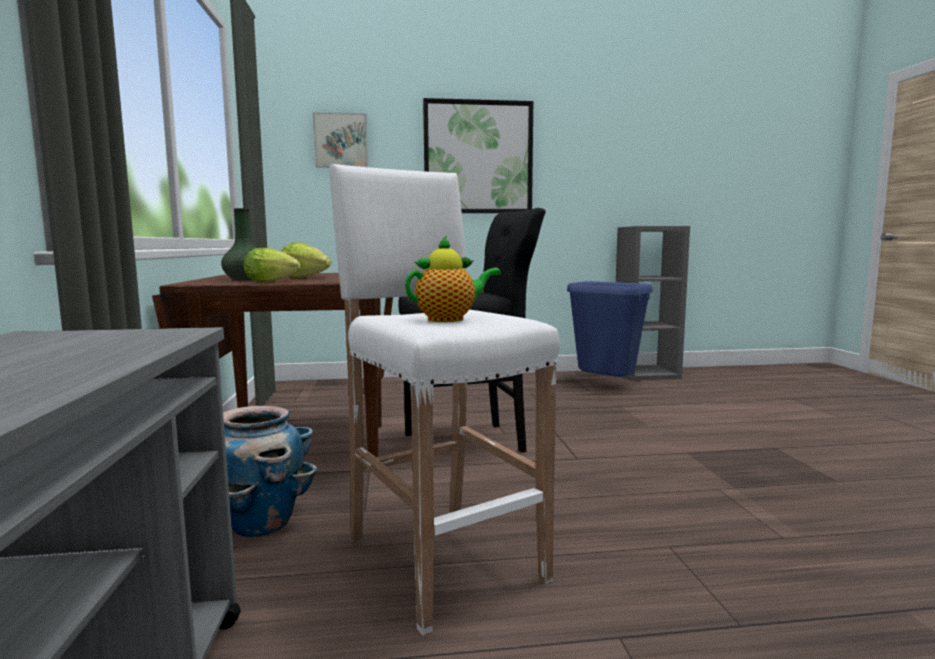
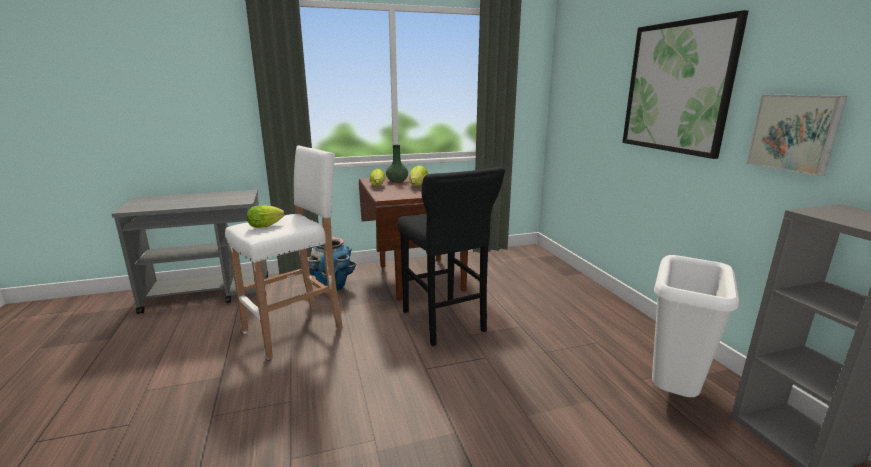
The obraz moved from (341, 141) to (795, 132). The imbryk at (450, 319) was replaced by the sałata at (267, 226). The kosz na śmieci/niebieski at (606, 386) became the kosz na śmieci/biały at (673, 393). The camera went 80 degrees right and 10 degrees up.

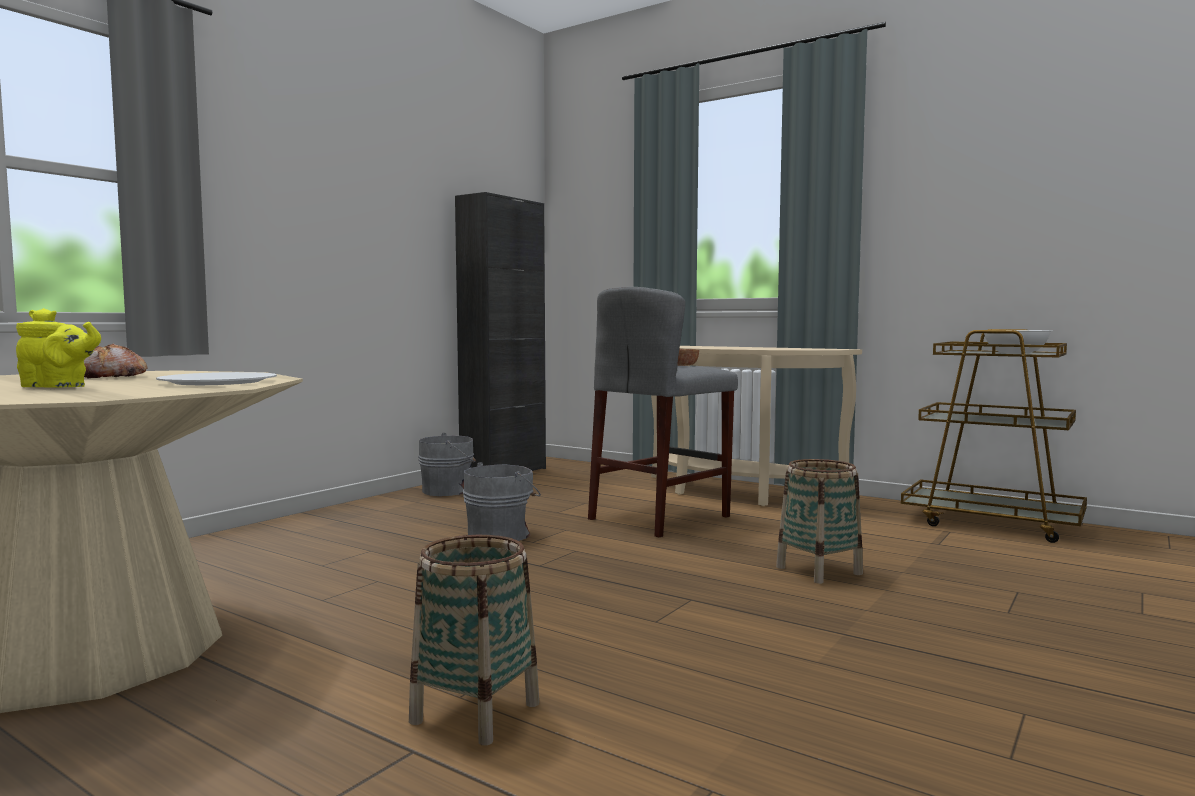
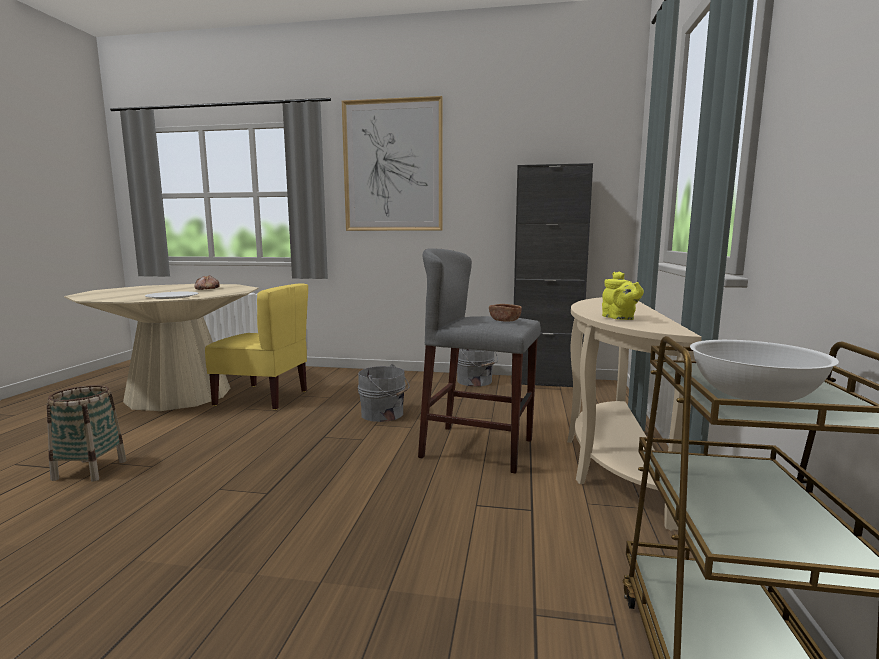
The imbryk/żółty moved from (58, 387) to (620, 318). The koszyk at (818, 570) disappeared. The krzesło/żółty at (263, 398) appeared. The obraz at (392, 166) appeared. The camera went 65 degrees right and 5 degrees up.

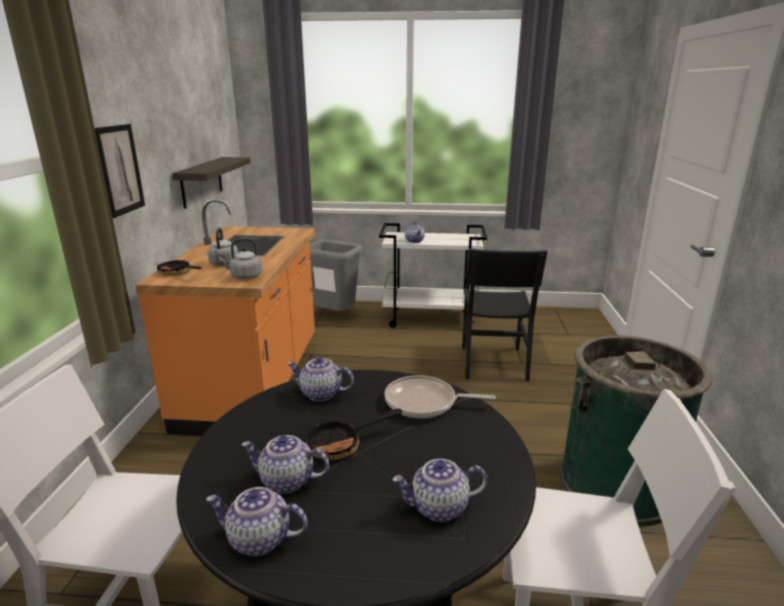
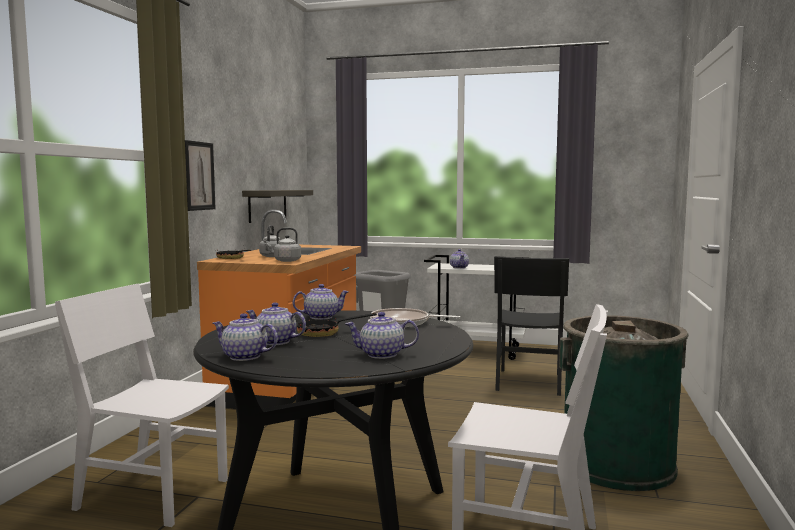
The imbryk at (320, 394) turned 135 degrees clockwise. The camera went 10 degrees right and 15 degrees down.

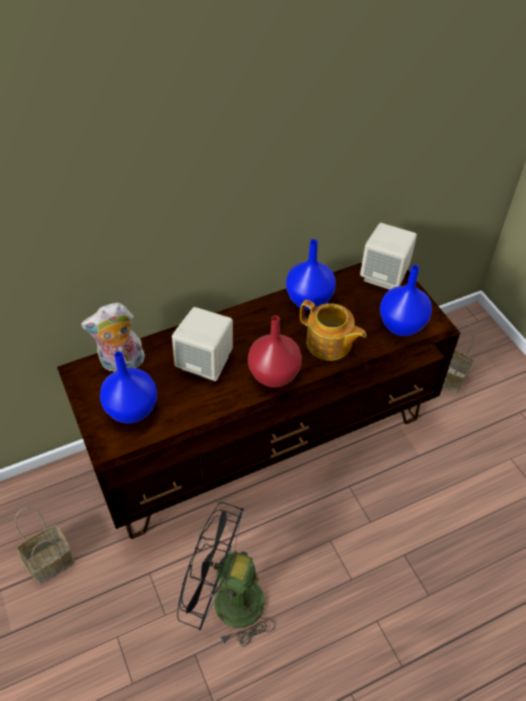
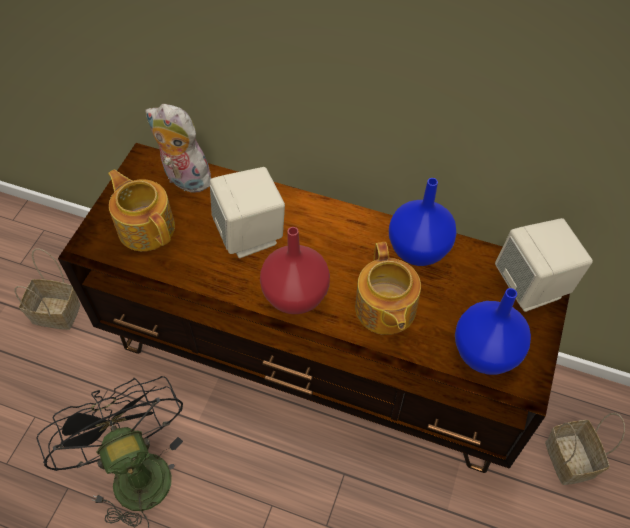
The wazon/niebieski at (133, 409) was replaced by the imbryk at (146, 227). The camera went 45 degrees right and 5 degrees up.

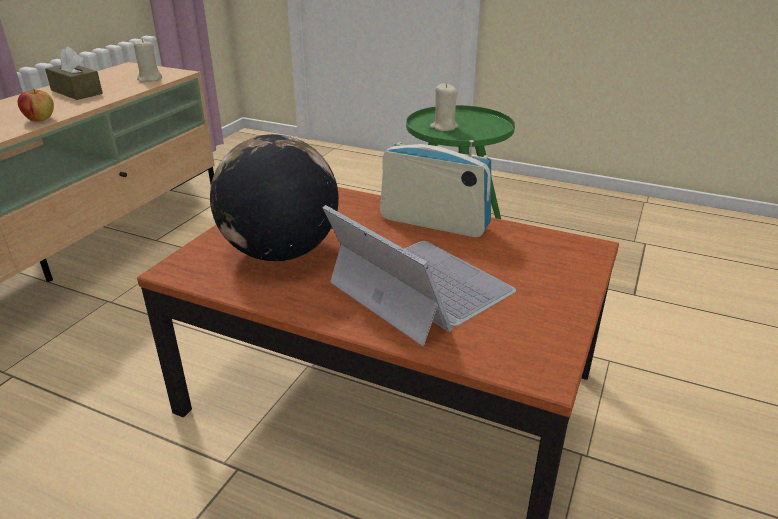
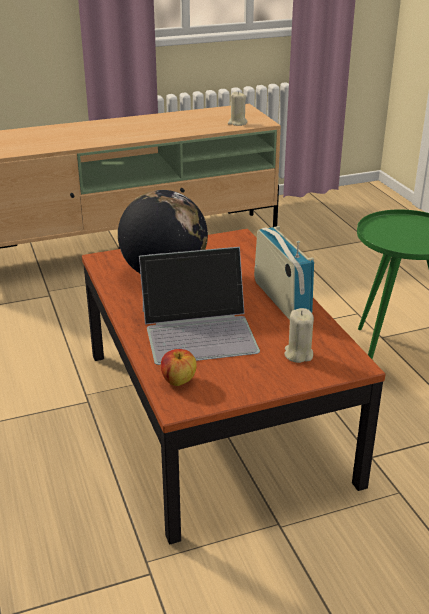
The jabłko moved from (40, 119) to (178, 380). The pudełko chusteczek/brązowy at (76, 92) disappeared. The laptop at (419, 287) turned 75 degrees clockwise. The świeca/beżowy moved from (443, 127) to (298, 354). The camera went 45 degrees right and 0 degrees up.

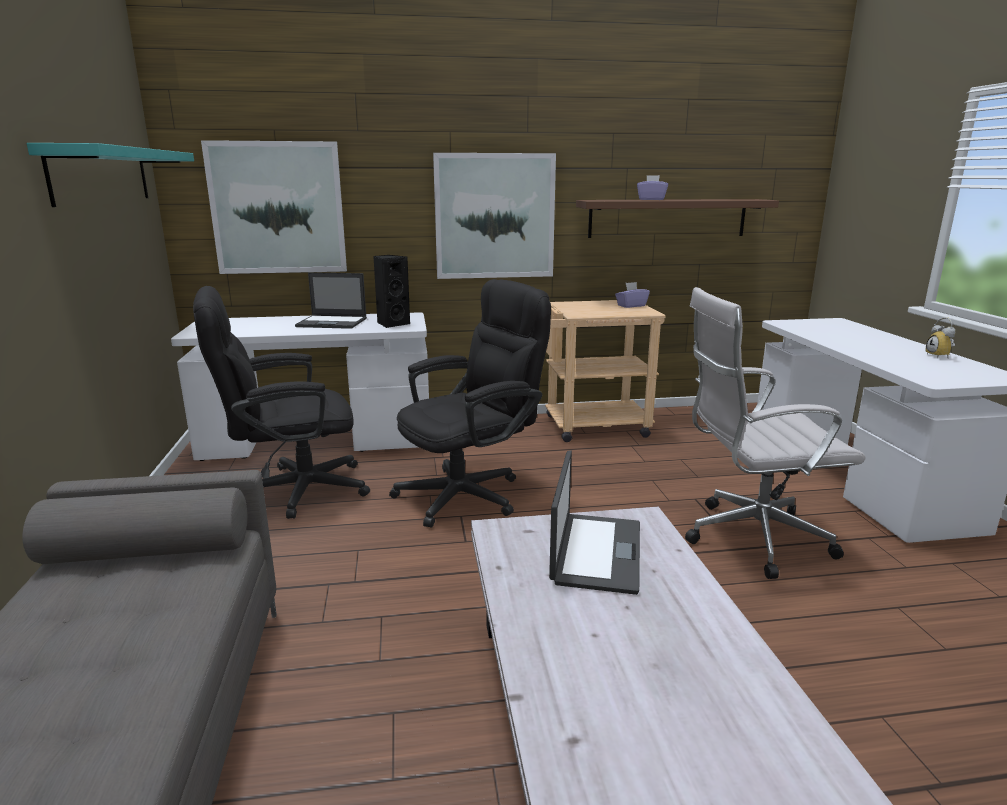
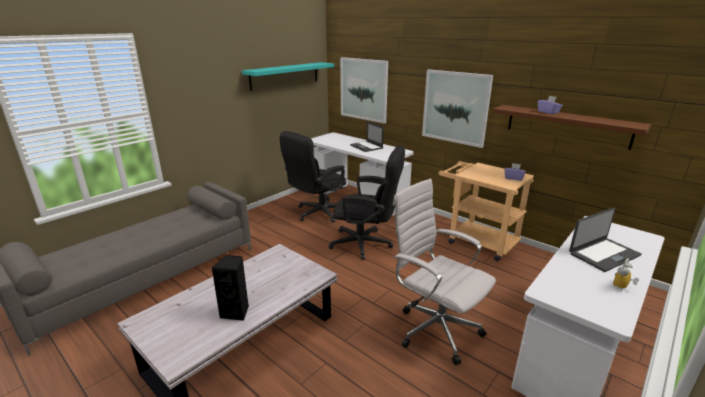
The krzesło biurowe/czarny at (291, 491) turned 75 degrees counterclockwise. The głośnik/czarny moved from (392, 324) to (236, 312). The laptop moved from (595, 552) to (603, 254). The camera went 50 degrees right and 5 degrees up.

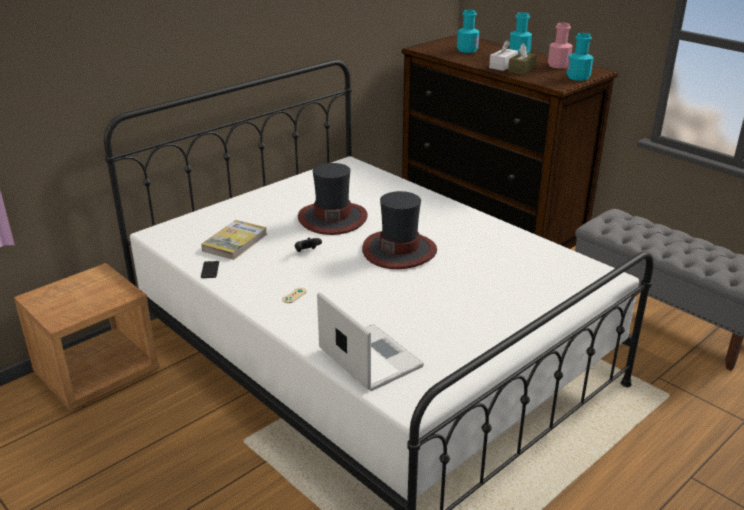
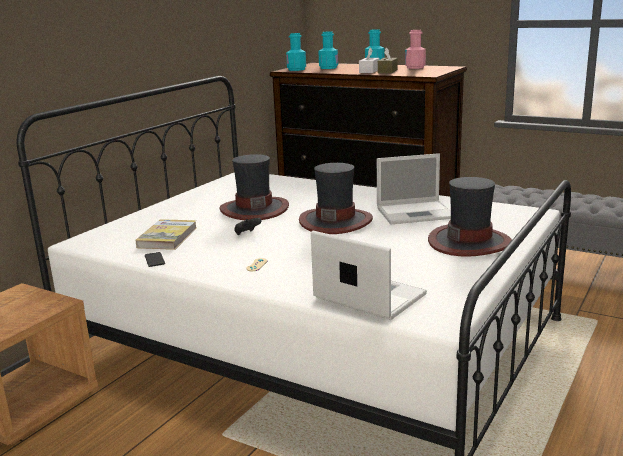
The butelka/turkusowy moved from (578, 77) to (296, 69). The laptop at (416, 213) appeared. The kapelusz at (469, 242) appeared. The camera went 15 degrees left and 10 degrees down.

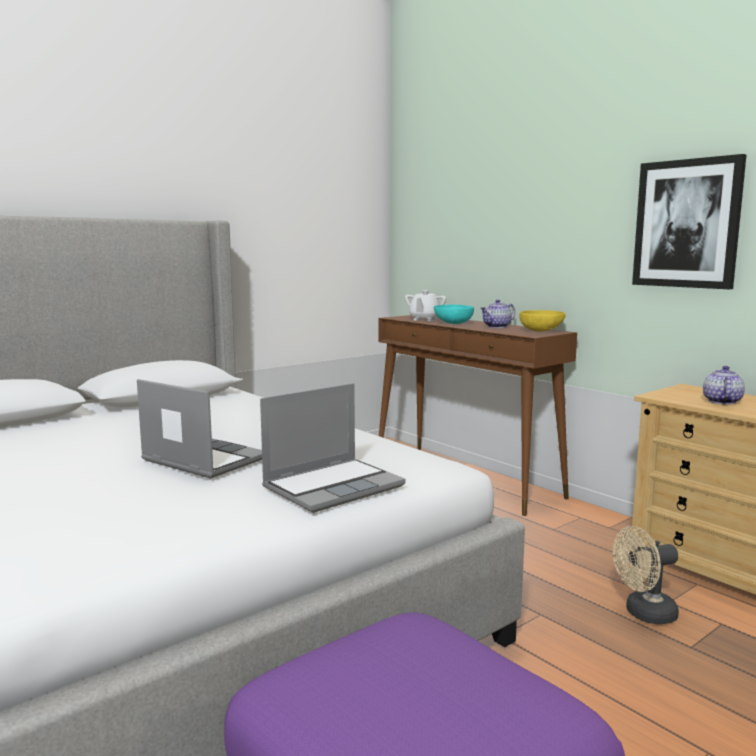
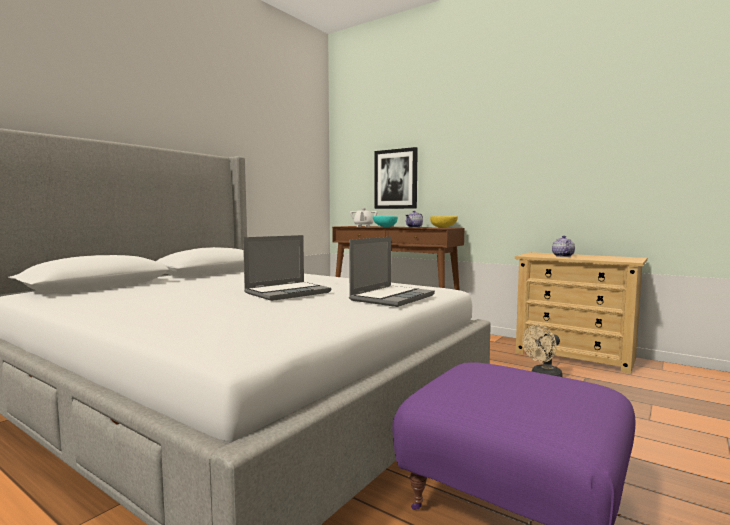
The laptop at (202, 460) turned 120 degrees clockwise. The obraz moved from (687, 224) to (396, 179). The camera went 15 degrees left and 5 degrees down.

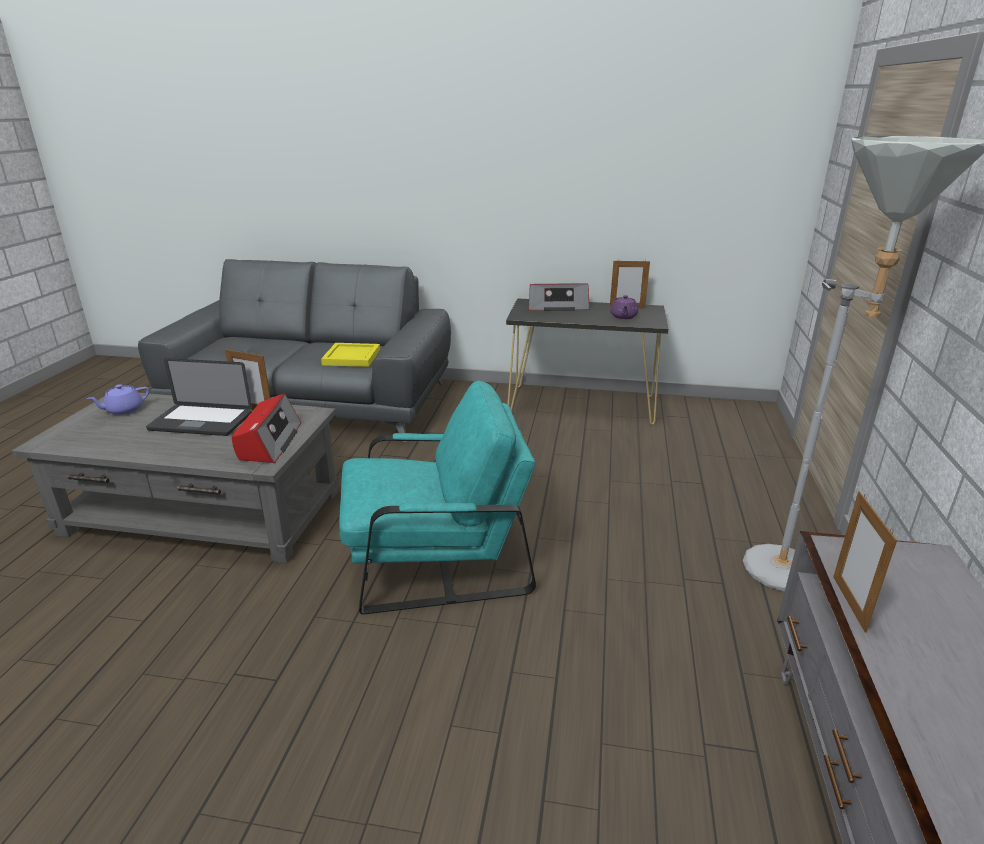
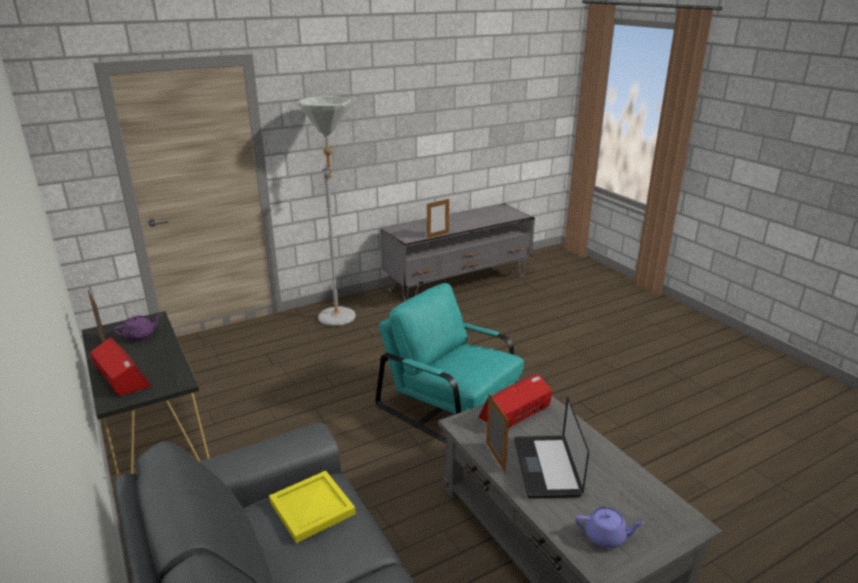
The laptop at (201, 422) turned 150 degrees counterclockwise. The camera went 130 degrees left and 0 degrees up.

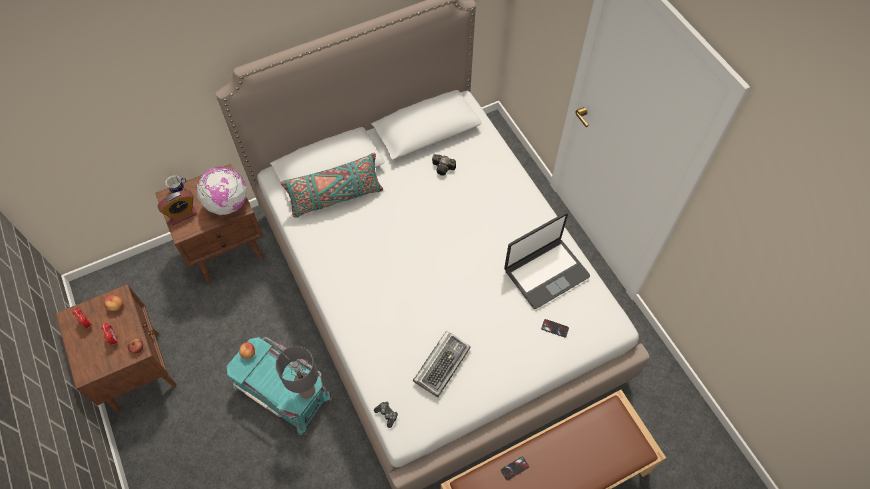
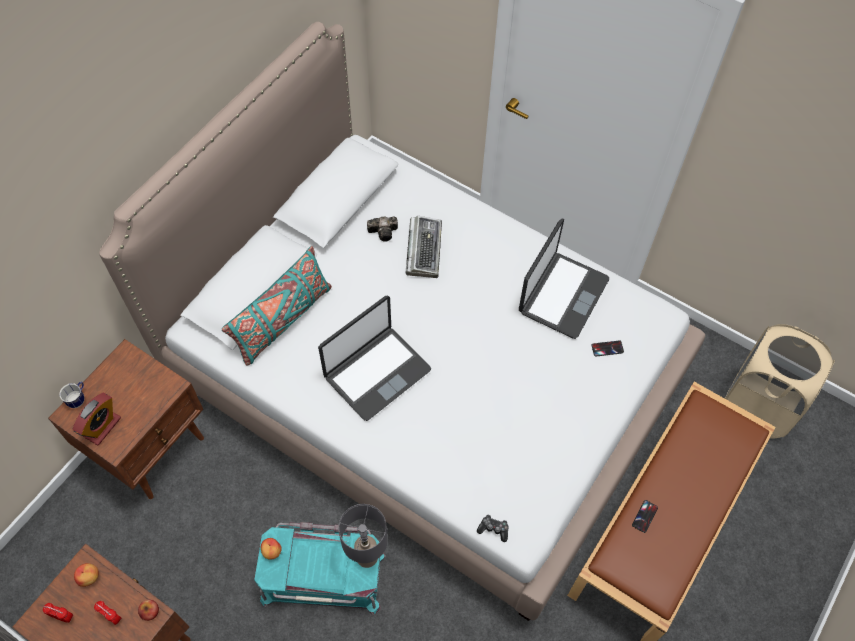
The globus at (228, 203) disappeared. The klawiatura moved from (442, 364) to (423, 249). The laptop at (376, 373) appeared. The kosz na pranie/beżowy at (758, 405) appeared. The camera went 30 degrees left and 0 degrees up.

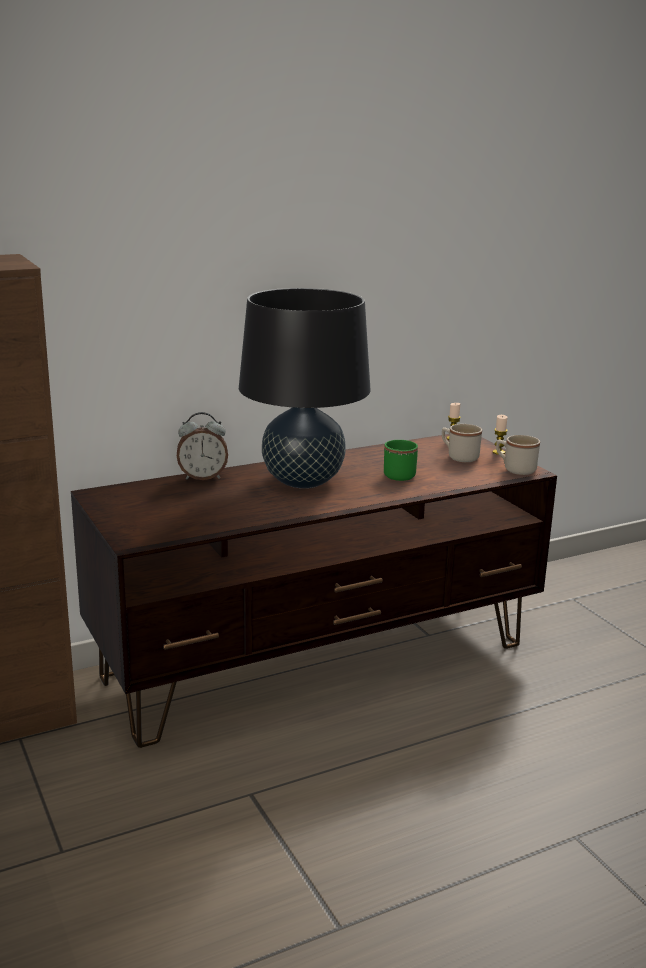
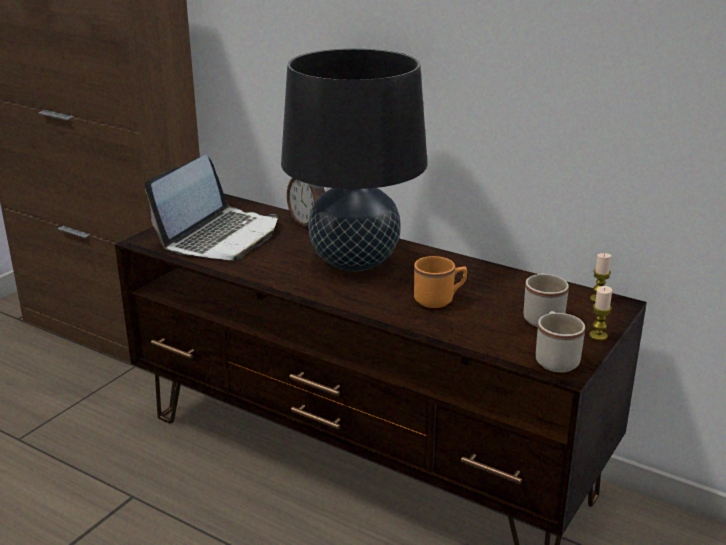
The kubek/zielony at (401, 474) became the kubek/pomarańczowy at (439, 300). The laptop at (220, 237) appeared. The camera went 60 degrees right and 5 degrees up.

